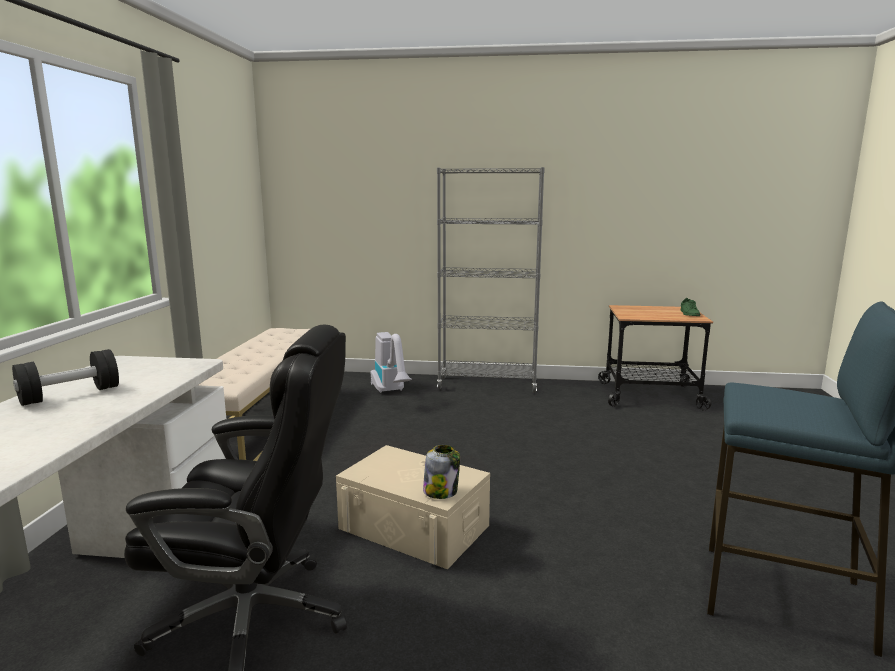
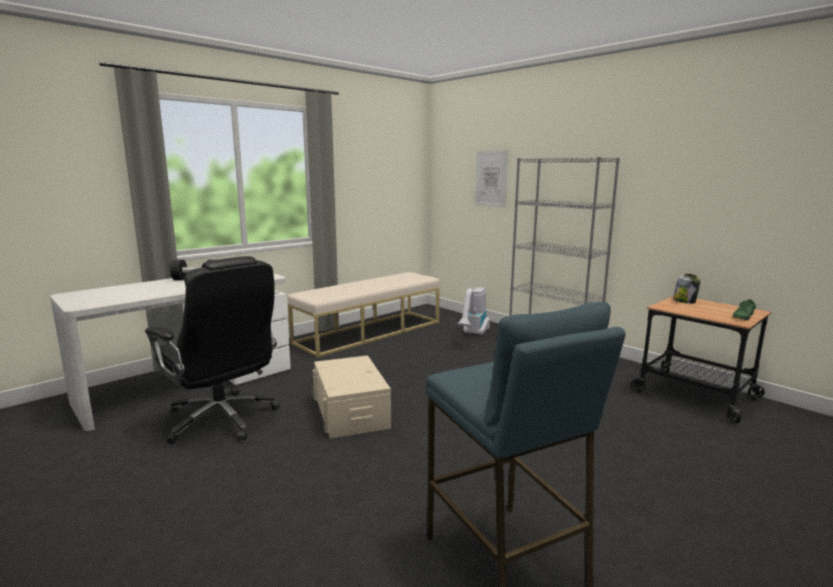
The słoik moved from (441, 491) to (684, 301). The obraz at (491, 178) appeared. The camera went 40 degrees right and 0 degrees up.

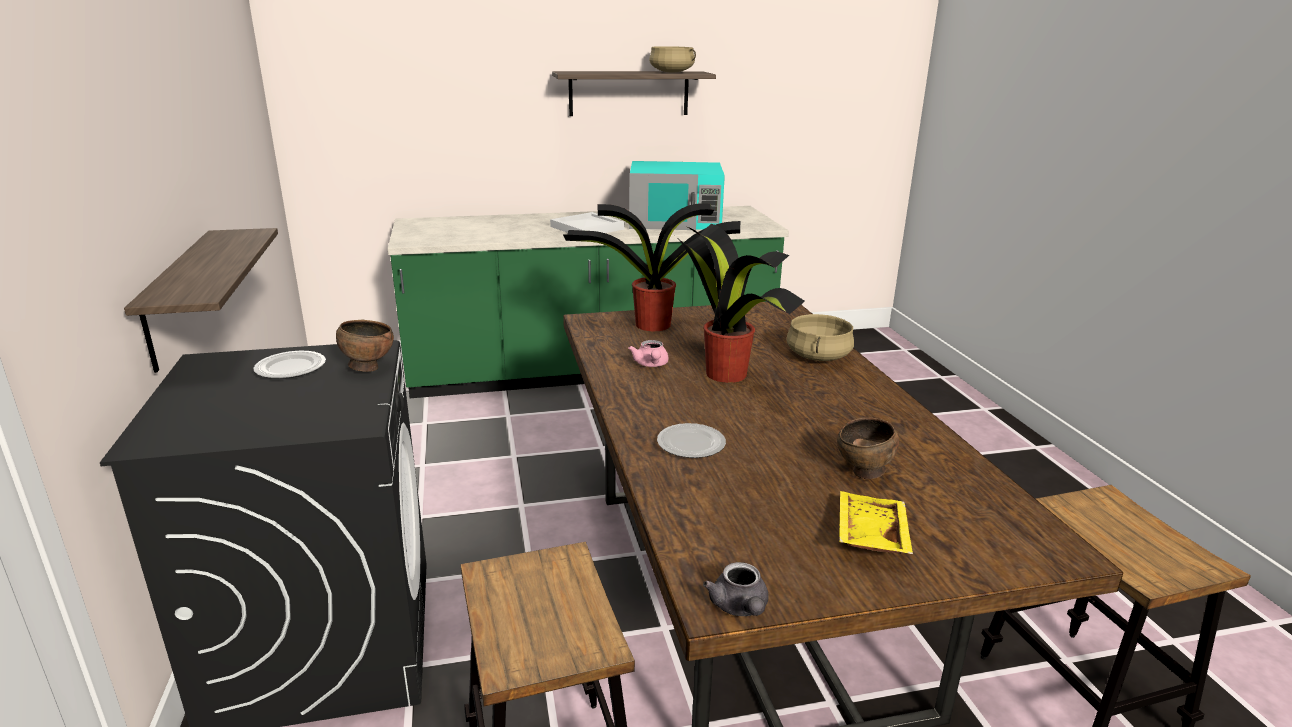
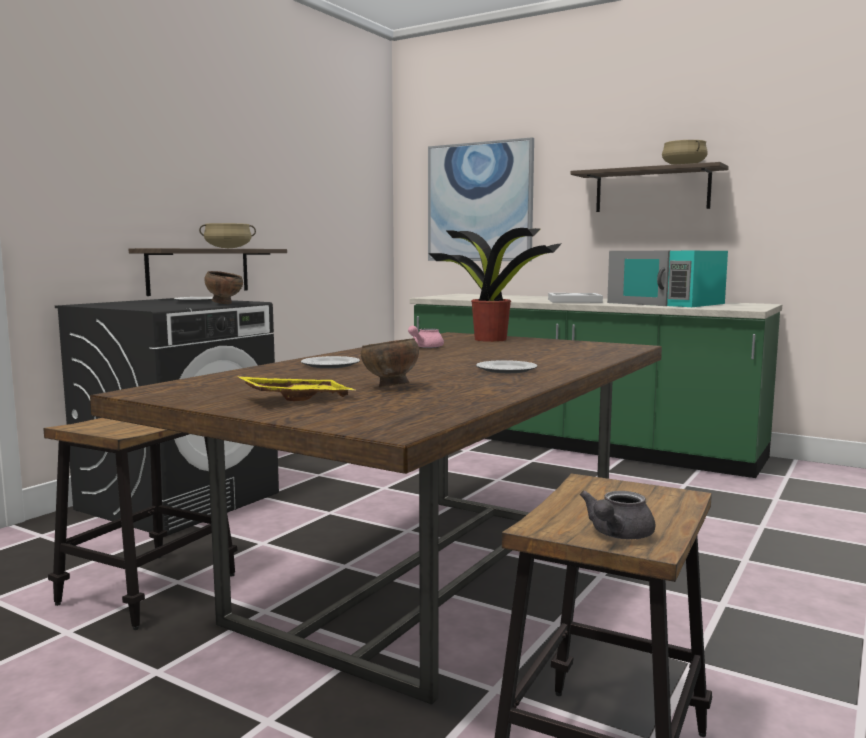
The roślina doniczkowa at (727, 375) disappeared. The imbryk/szary moved from (740, 608) to (617, 535). The garnek/beżowy moved from (818, 356) to (228, 248). The obraz at (479, 202) appeared. The talerz at (506, 370) appeared. The camera went 45 degrees right and 15 degrees down.

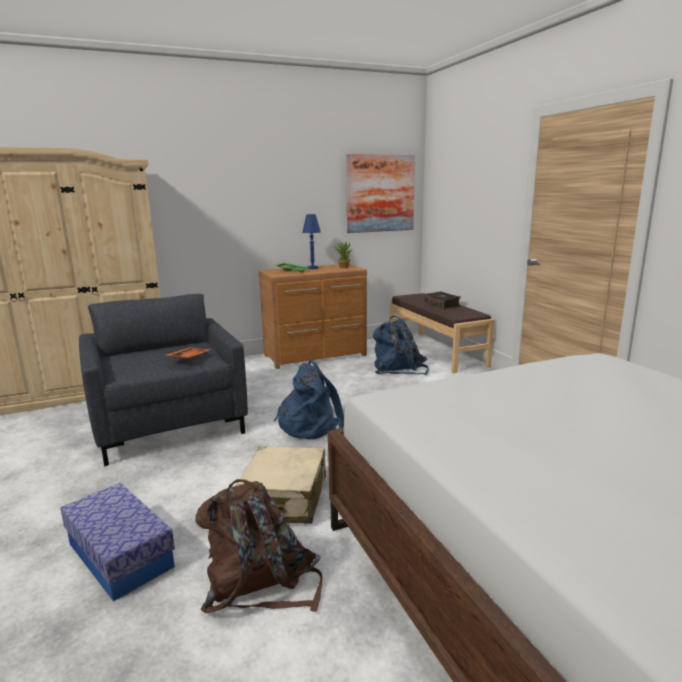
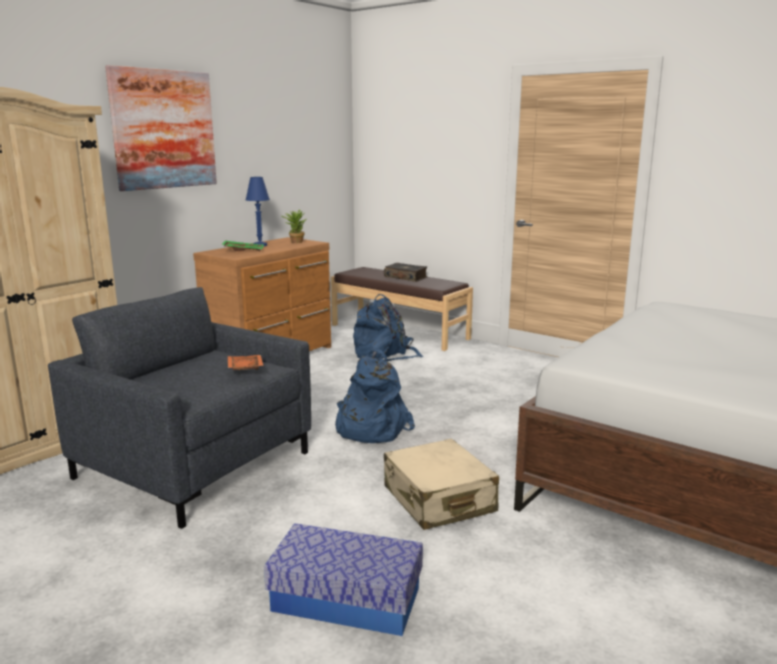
The plecak/brązowy at (260, 581) disappeared. The obraz moved from (380, 193) to (164, 129). The camera went 30 degrees left and 0 degrees up.

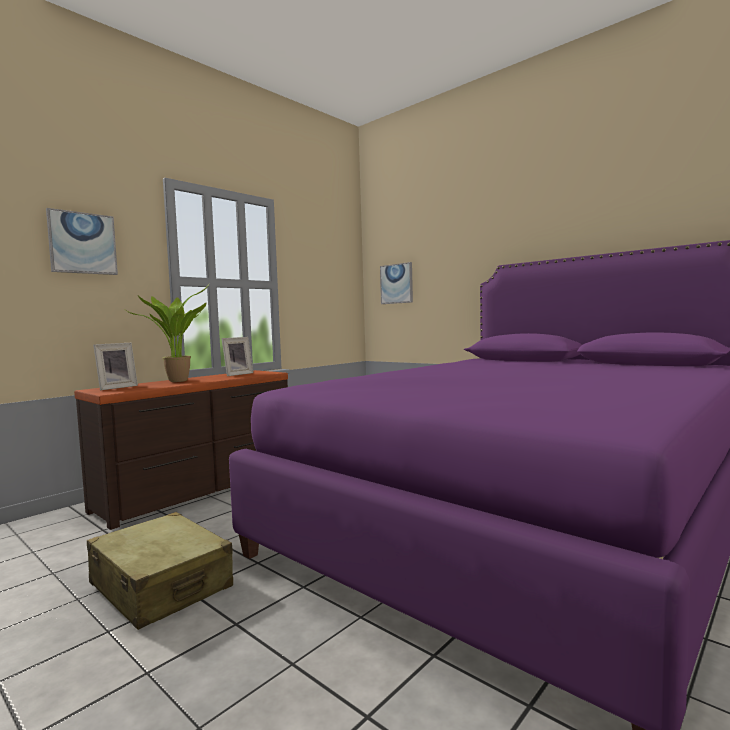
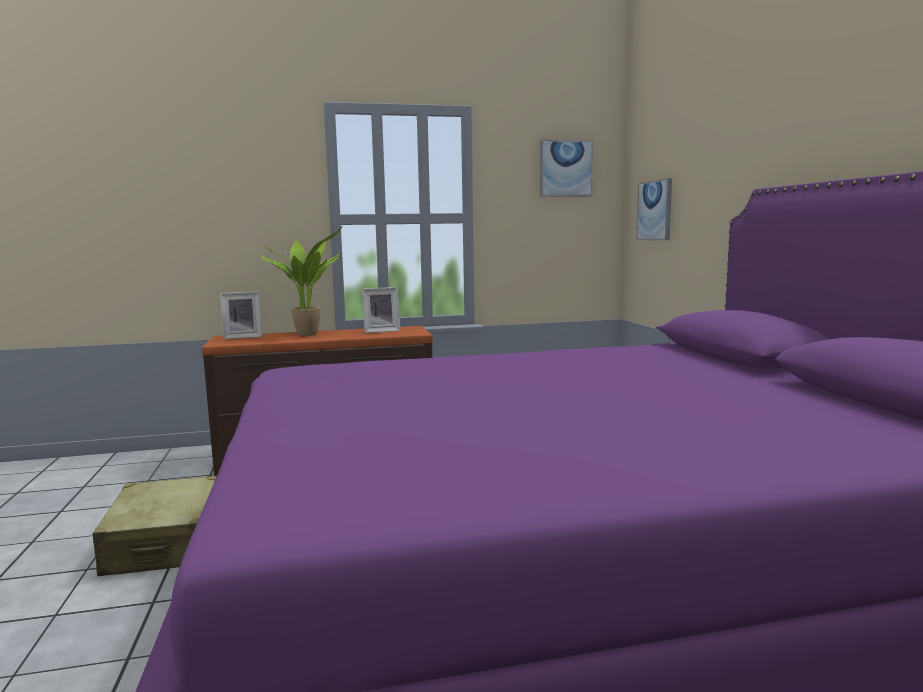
The obraz moved from (82, 243) to (565, 168). The camera went 35 degrees right and 5 degrees up.

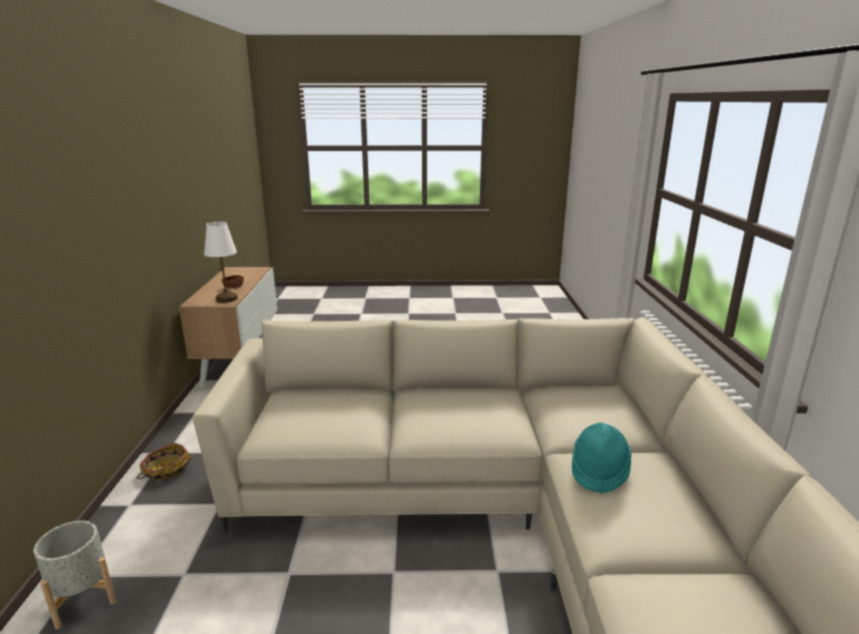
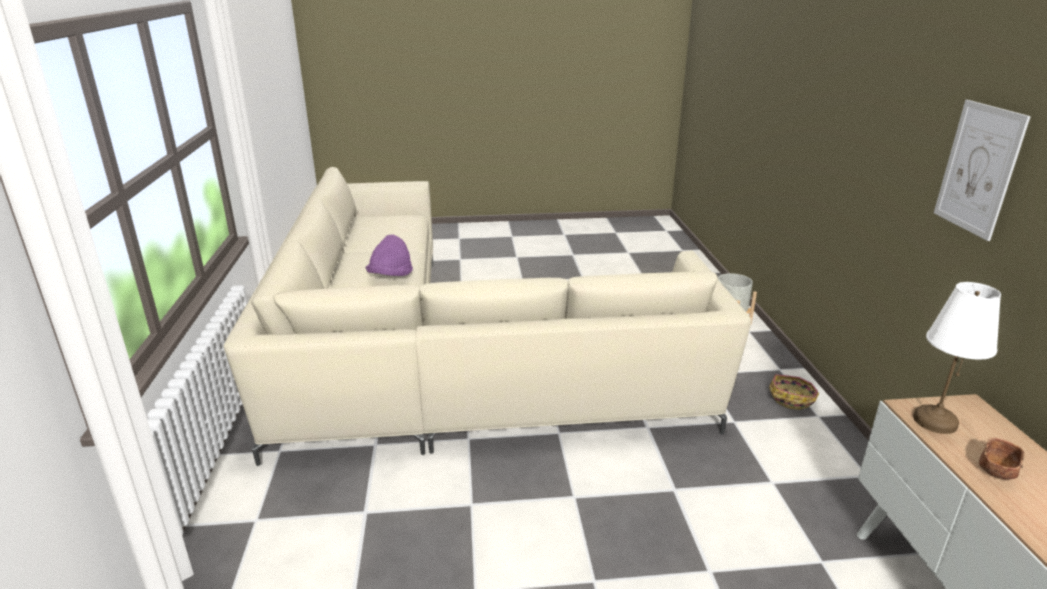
The kapelusz/turkusowy at (599, 471) became the kapelusz/fioletowy at (391, 276). The obraz at (978, 169) appeared. The camera went 175 degrees right and 5 degrees up.

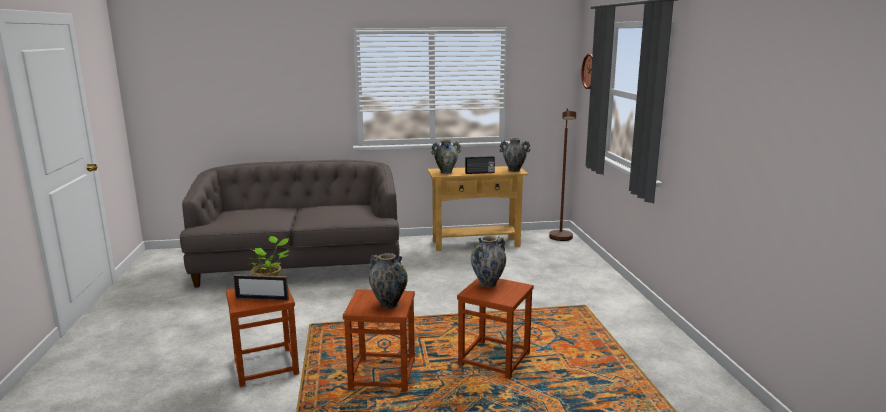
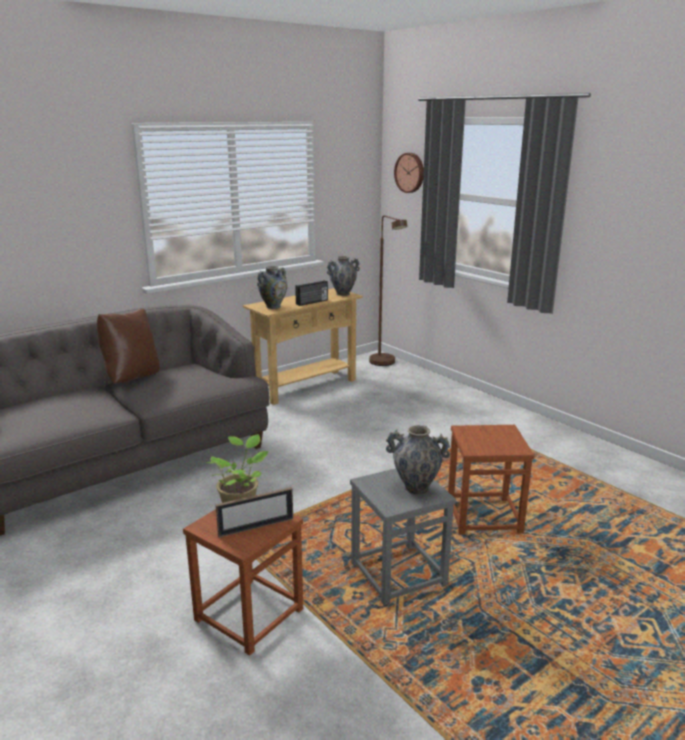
The stołek/brązowy at (383, 374) became the stołek/szary at (398, 573). The wazon at (488, 284) disappeared. The poduszka/brązowy at (131, 378) appeared. The camera went 30 degrees left and 5 degrees up.

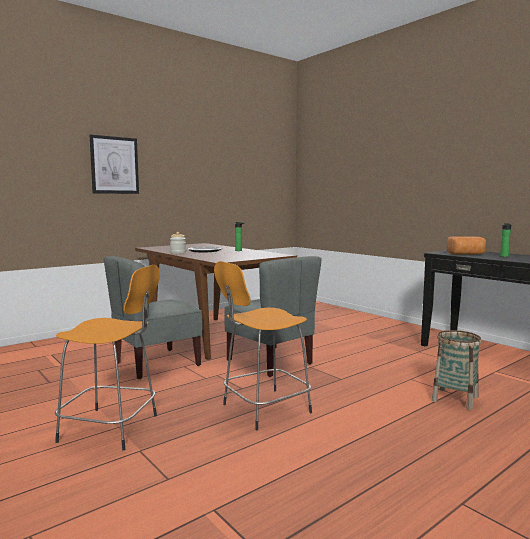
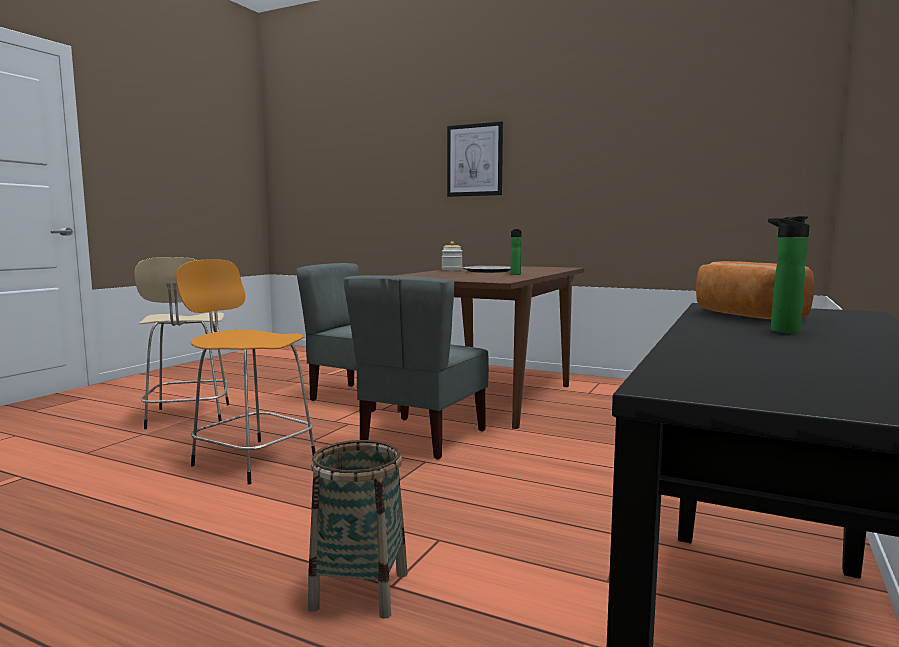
The stołek/pomarańczowy at (112, 428) became the stołek/beżowy at (188, 417). The camera went 65 degrees right and 0 degrees up.

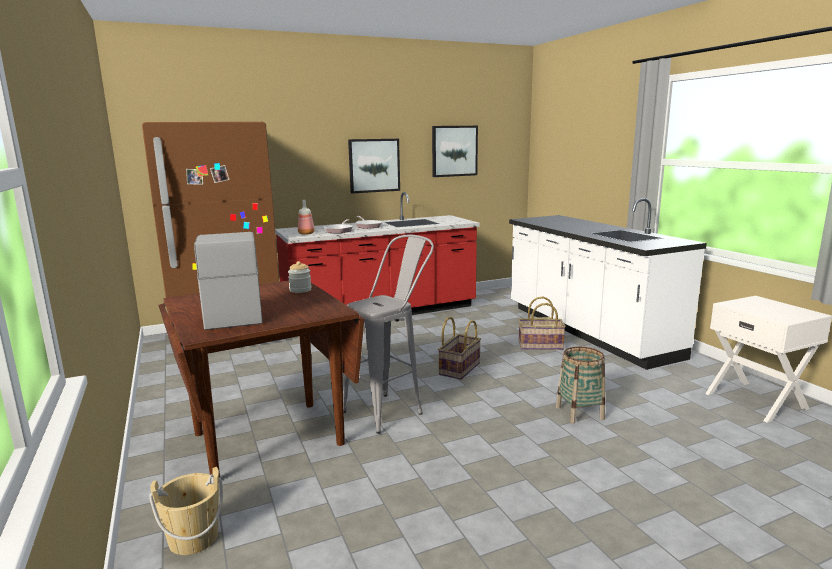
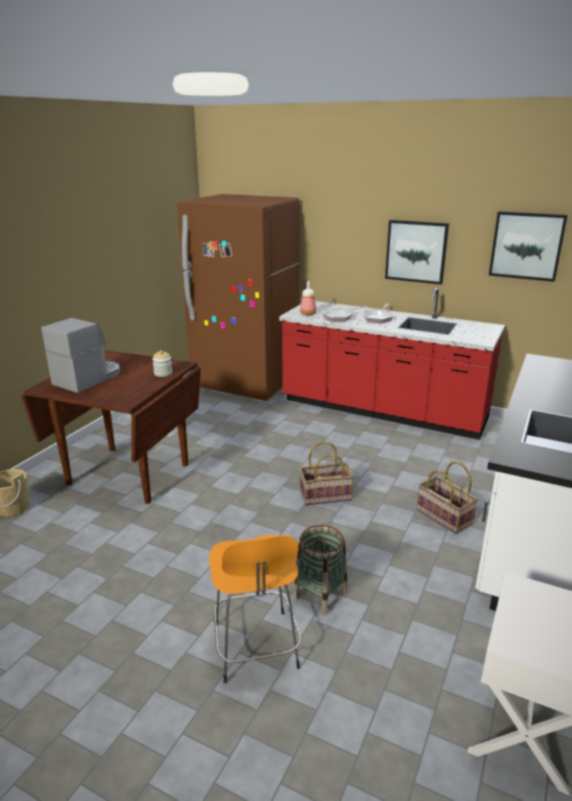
The stołek/szary at (391, 409) disappeared. The stołek/pomarańczowy at (256, 648) appeared. The camera went 50 degrees right and 10 degrees up.

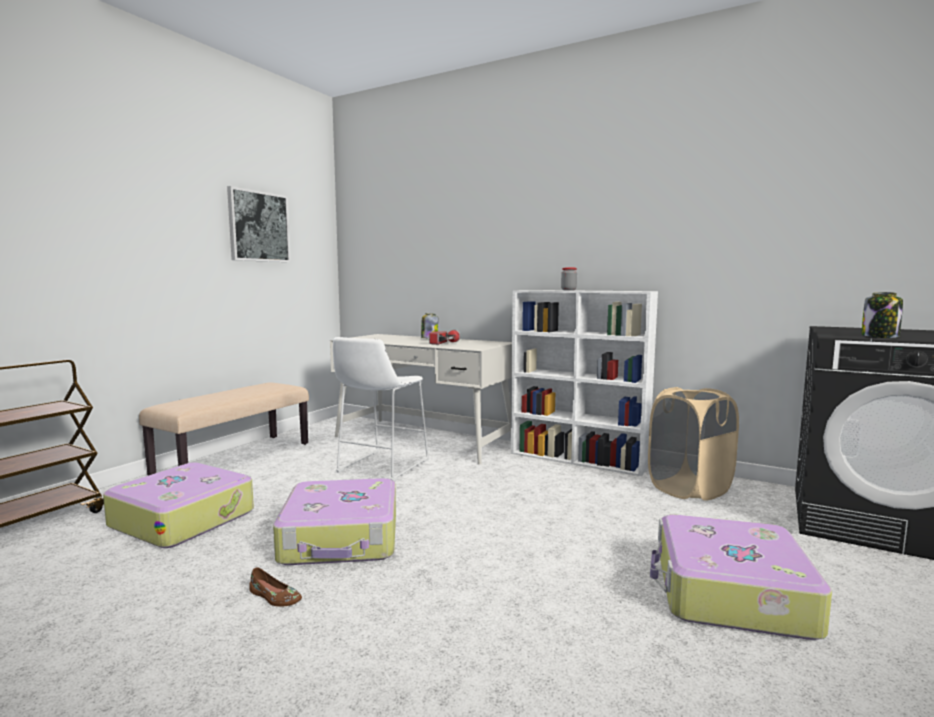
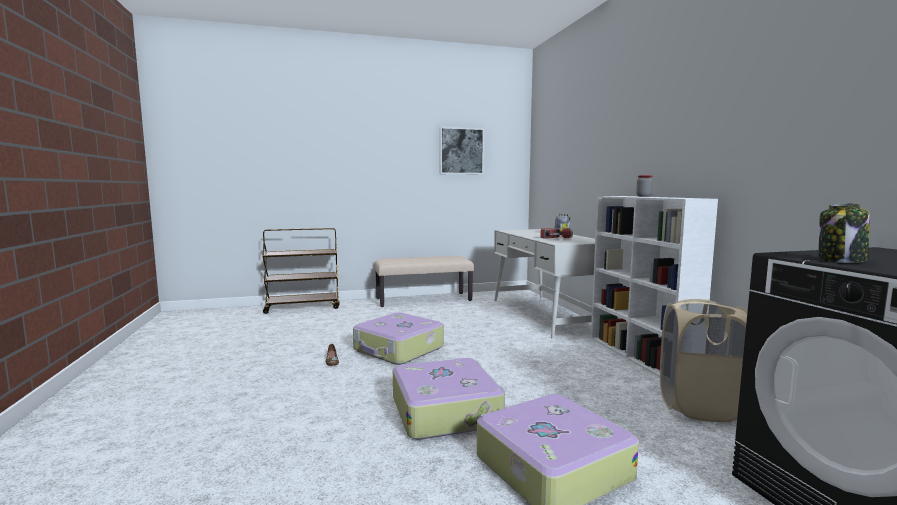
The walizka moved from (184, 518) to (446, 411). The stołek/biały at (380, 467) disappeared. The camera went 45 degrees right and 0 degrees up.

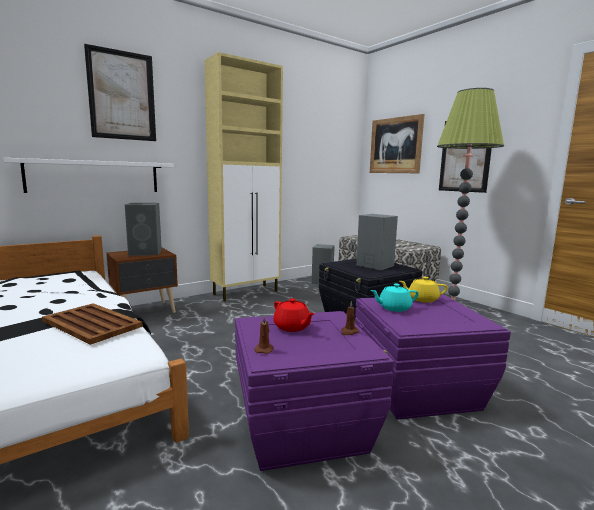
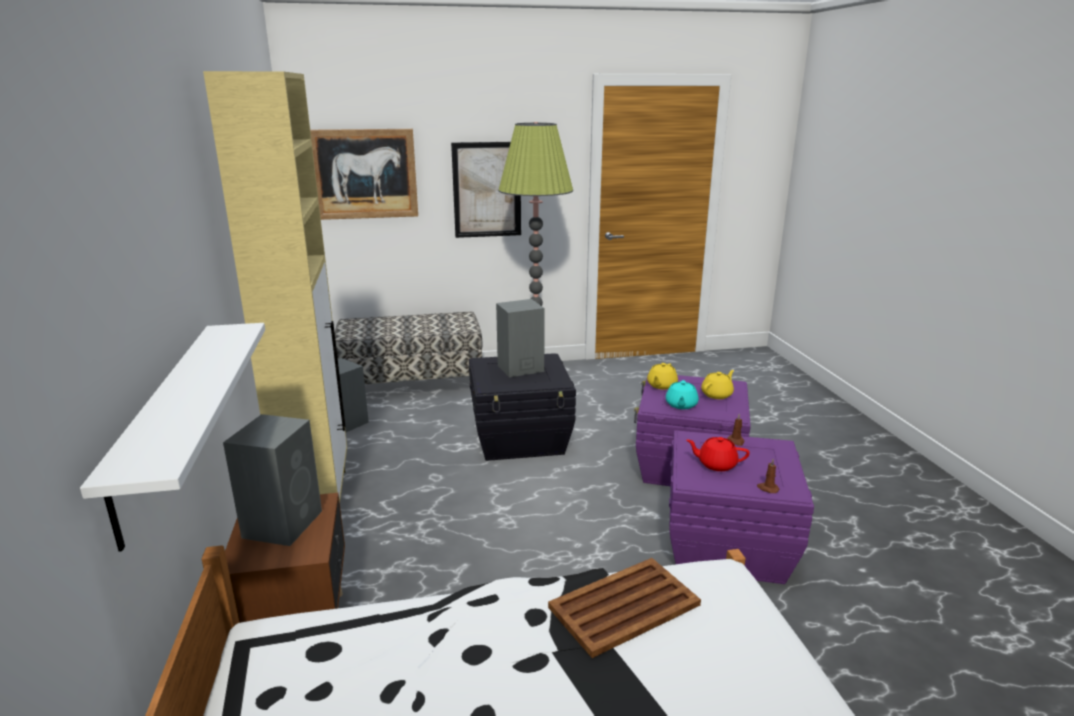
The obraz at (122, 95) disappeared. The imbryk/czerwony at (292, 327) turned 150 degrees counterclockwise. The imbryk/żółty at (717, 394) appeared. The camera went 65 degrees left and 10 degrees up.

